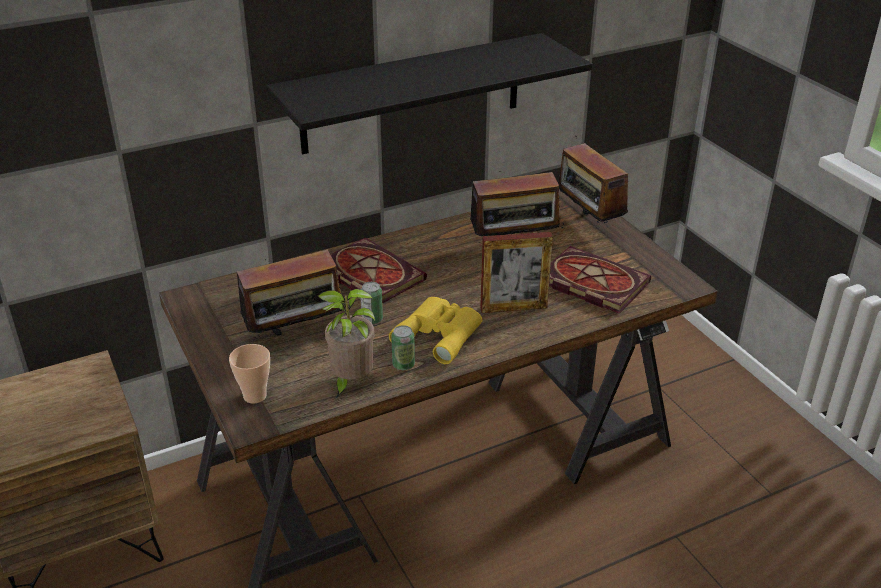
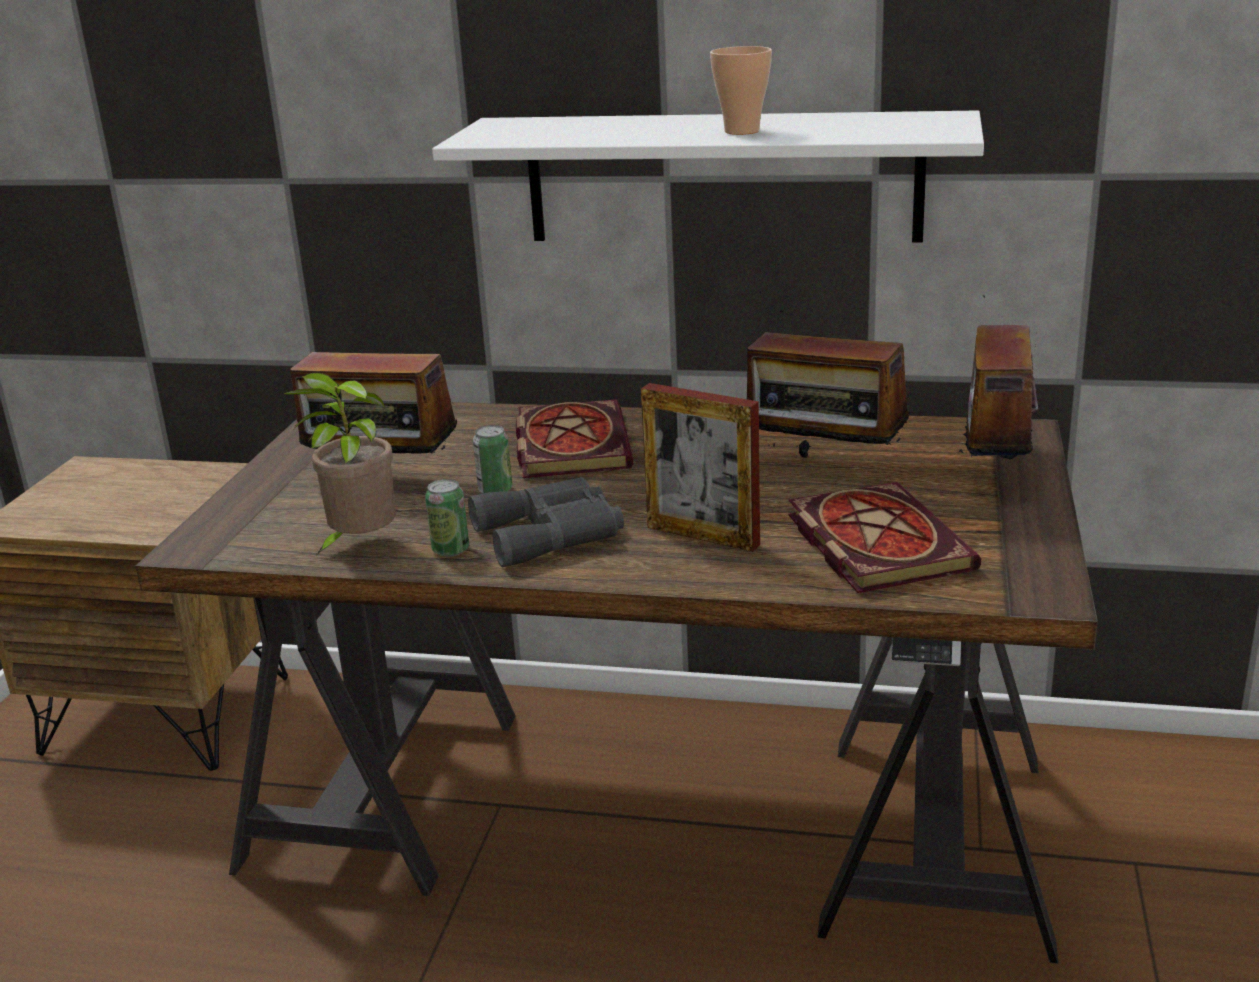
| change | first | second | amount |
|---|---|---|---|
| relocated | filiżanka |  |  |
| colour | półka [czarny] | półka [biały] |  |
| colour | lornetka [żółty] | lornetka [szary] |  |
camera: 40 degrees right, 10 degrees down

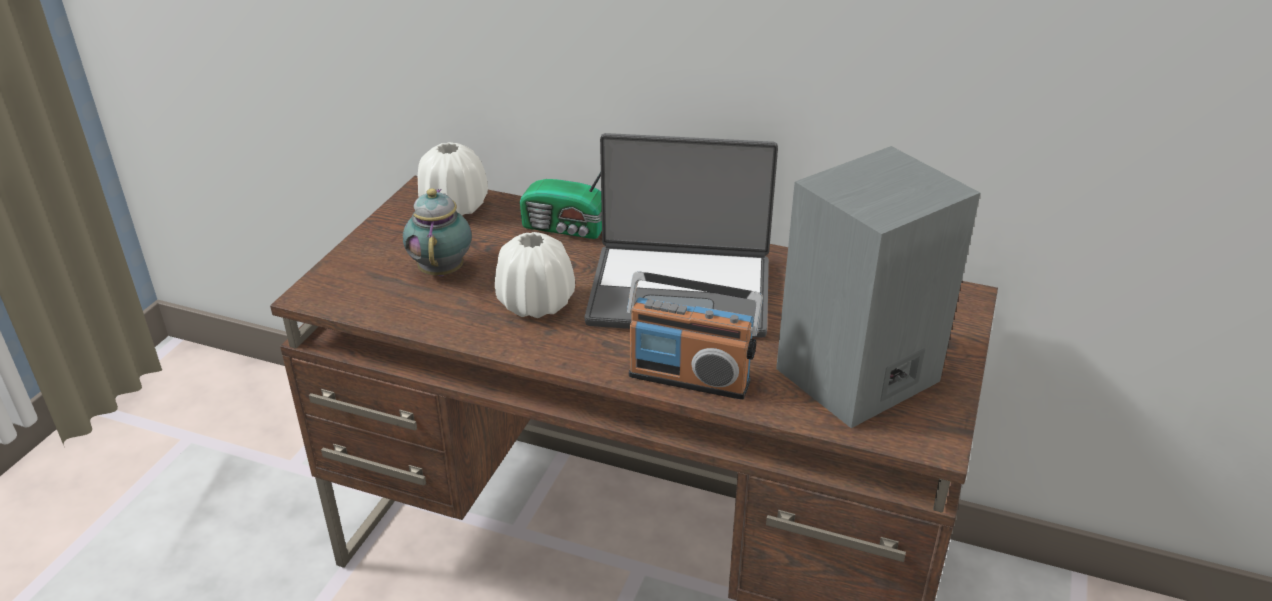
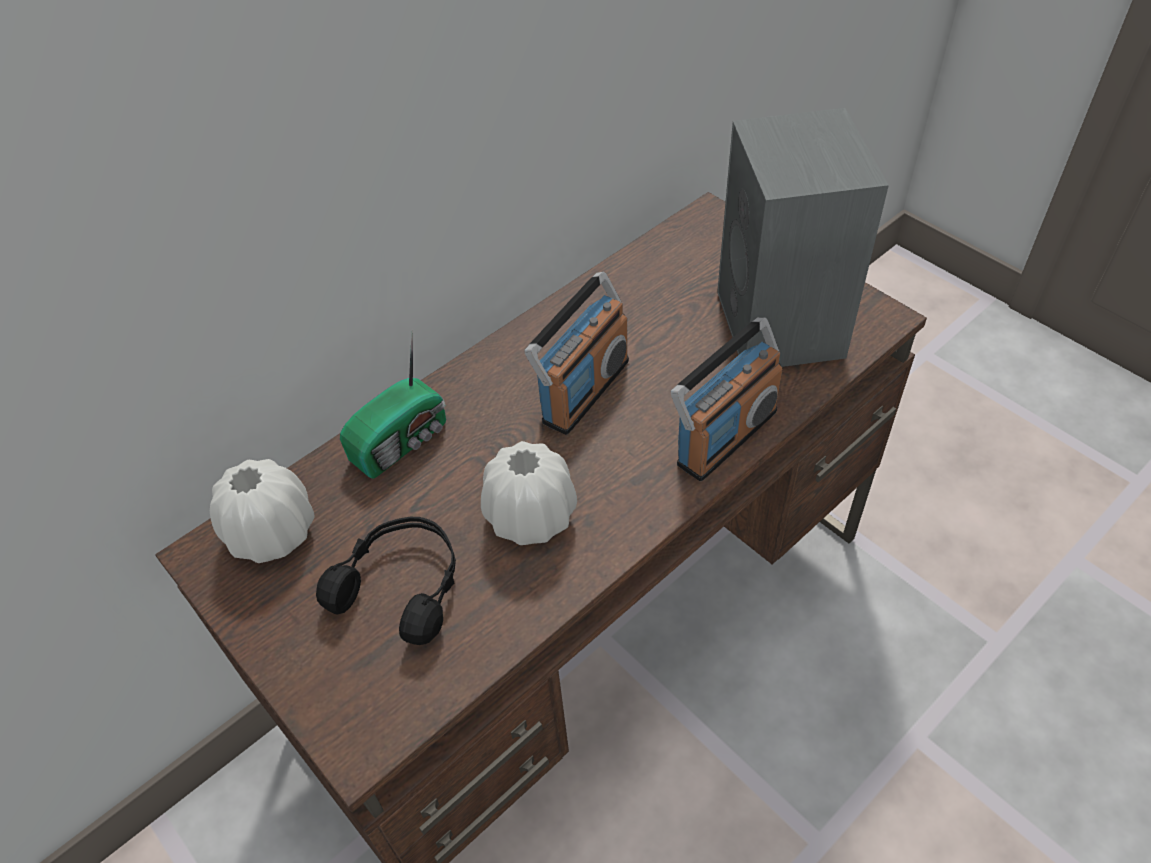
| change | first | second | amount |
|---|---|---|---|
| exchanged | imbryk | słuchawki [czarny] |  |
| exchanged | laptop | radio (no. 2 from left) |  |
camera: 60 degrees left, 15 degrees up

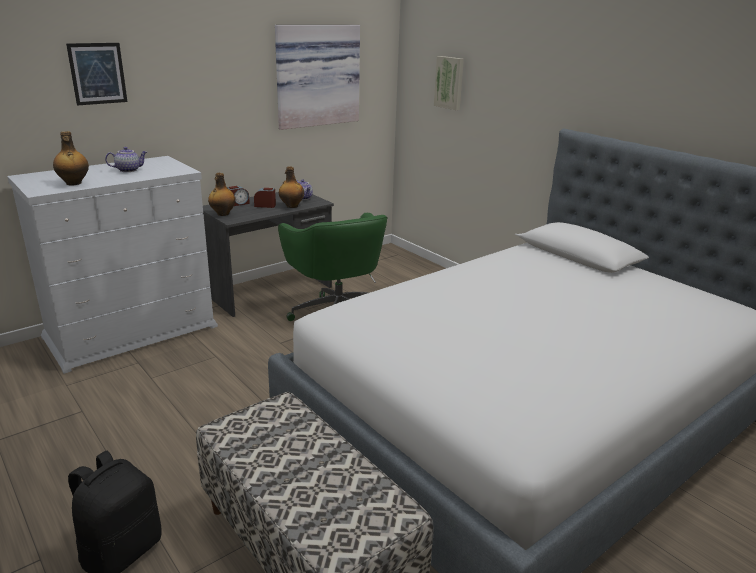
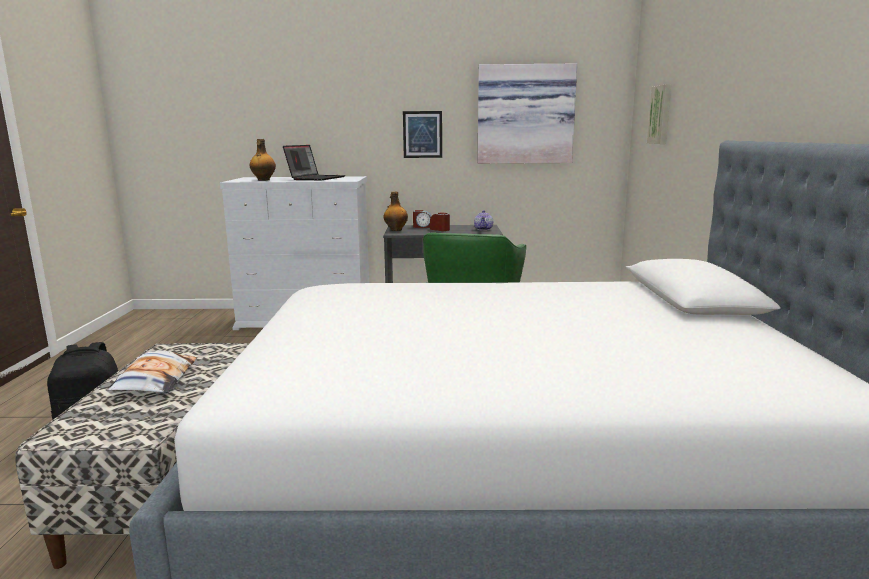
| change | first | second | amount |
|---|---|---|---|
| relocated | obraz (no. 1 from left) |  |  |
| exchanged | imbryk (no. 1 from left) | laptop |  |
| missing | butelka (no. 3 from left) |  |  |
| appeared |  | poduszka |  |
camera: 40 degrees right, 10 degrees down

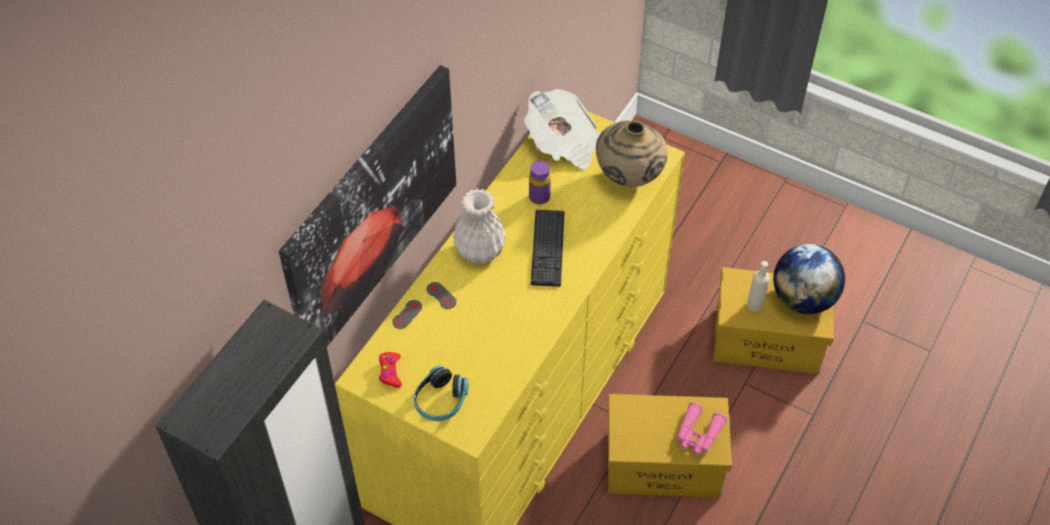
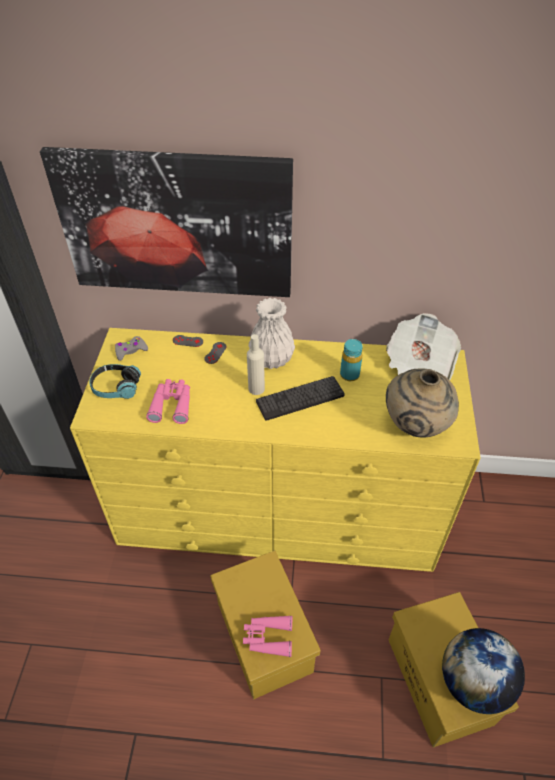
| change | first | second | amount |
|---|---|---|---|
| colour | pad do gier [czerwony] | pad do gier [szary] (no. 1 from left) |  |
| colour | butelka [fioletowy] | butelka [turkusowy] |  |
| relocated | butelka [beżowy] |  |  |
| appeared |  | lornetka [różowy] (no. 1 from left) |  |
camera: 65 degrees right, 5 degrees down

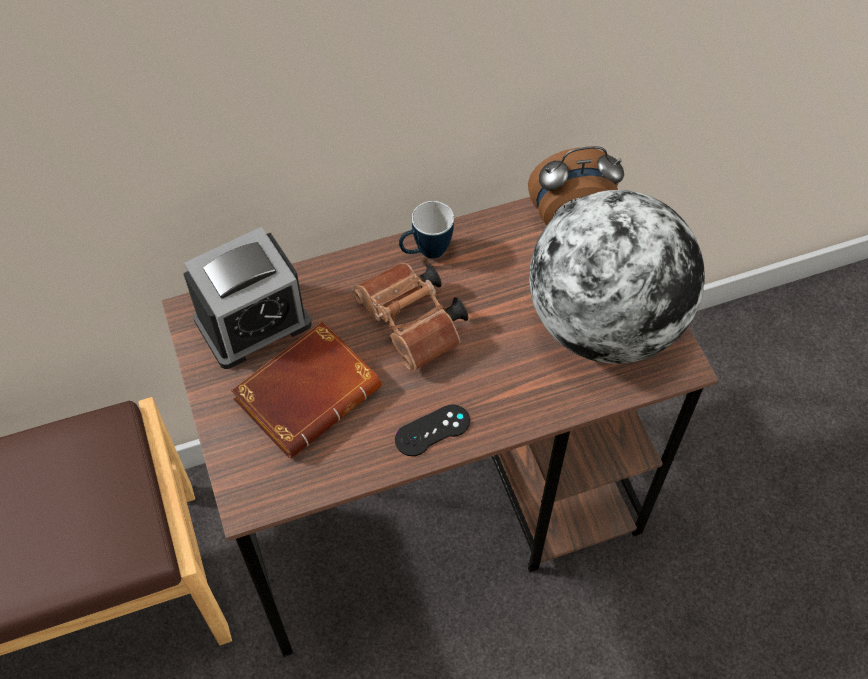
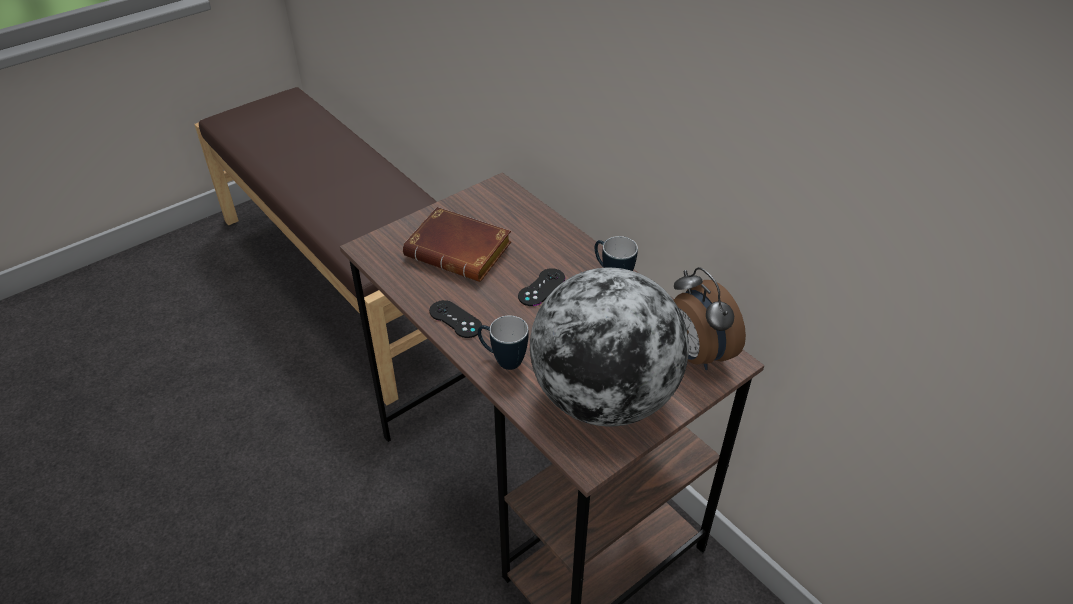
| change | first | second | amount |
|---|---|---|---|
| missing | budzik (no. 1 from left) |  |  |
| exchanged | lornetka [brązowy] | pad do gier [czarny] (no. 2 from left) |  |
| appeared |  | kubek (no. 1 from left) |  |
camera: 70 degrees right, 15 degrees down

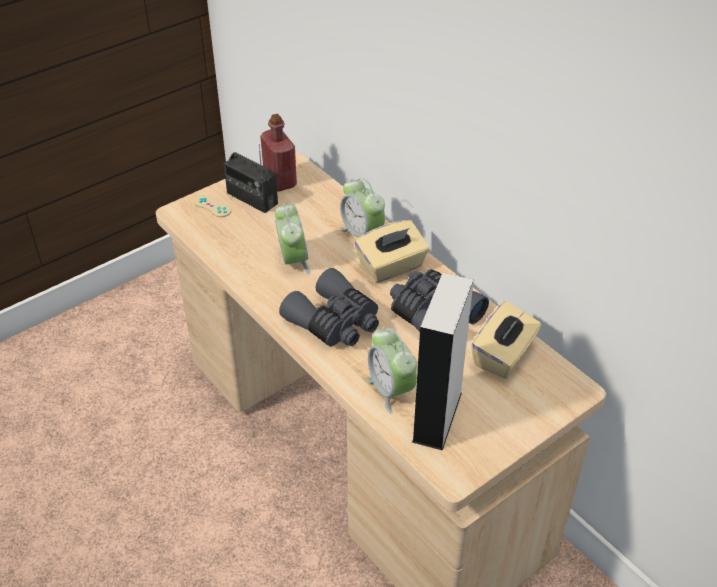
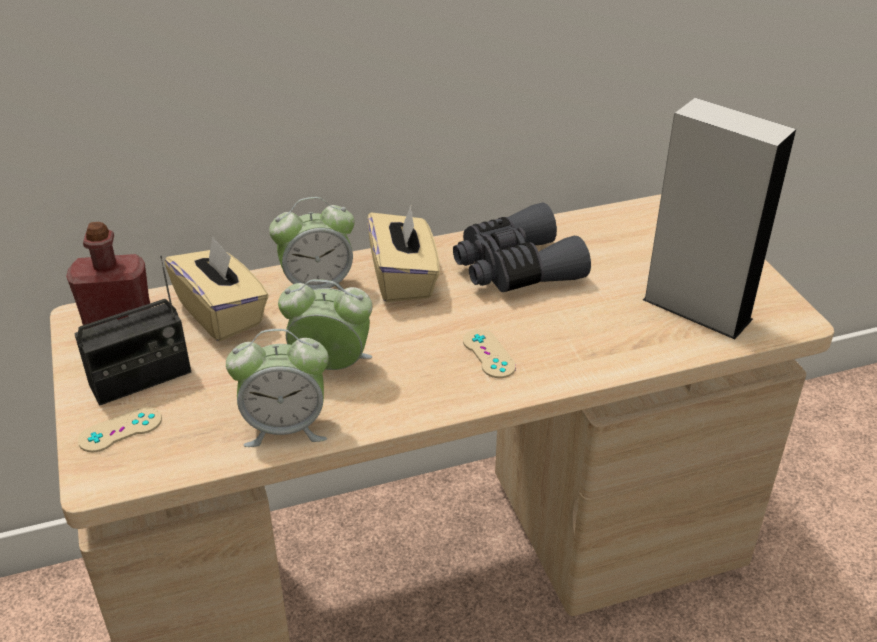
| change | first | second | amount |
|---|---|---|---|
| exchanged | lornetka [szary] (no. 1 from left) | pad do gier [beżowy] (no. 2 from left) |  |
| relocated | budzik (no. 3 from left in the first image) | budzik (no. 1 from left) |  |
| relocated | pudełko chusteczek [beżowy] (no. 2 from left in the first image) | pudełko chusteczek [beżowy] (no. 1 from left) |  |
camera: 70 degrees left, 5 degrees down

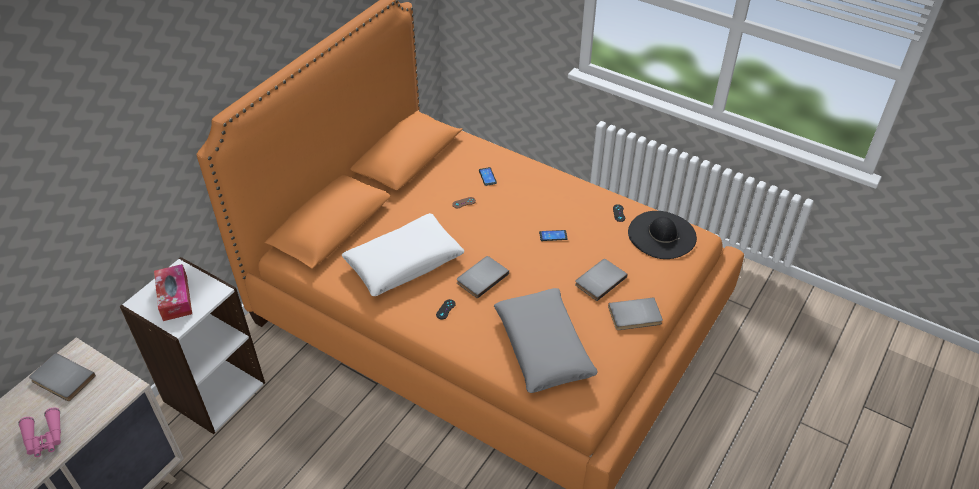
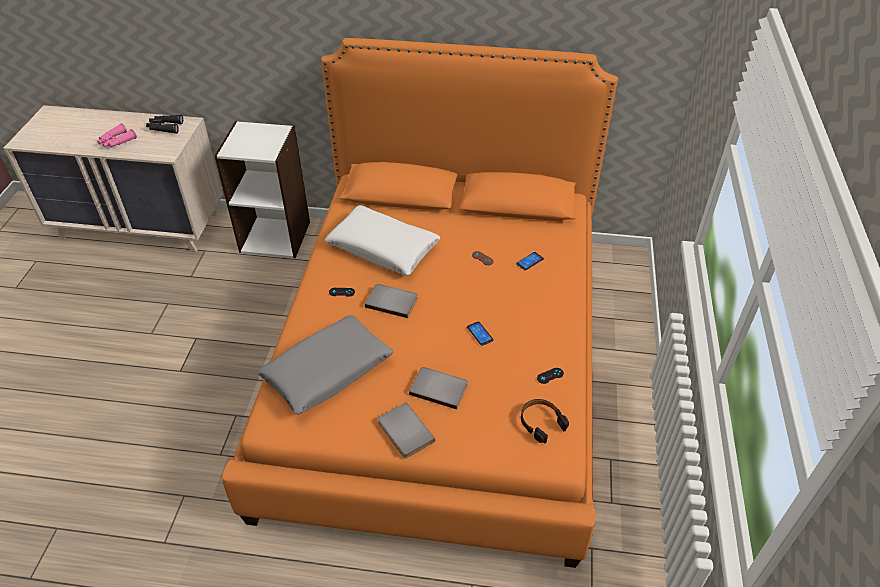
| change | first | second | amount |
|---|---|---|---|
| exchanged | książka [szary] (no. 1 from left) | lornetka [czarny] |  |
| missing | pudełko chusteczek |  |  |
| exchanged | kapelusz [czarny] | słuchawki [czarny] |  |
camera: 65 degrees right, 0 degrees up

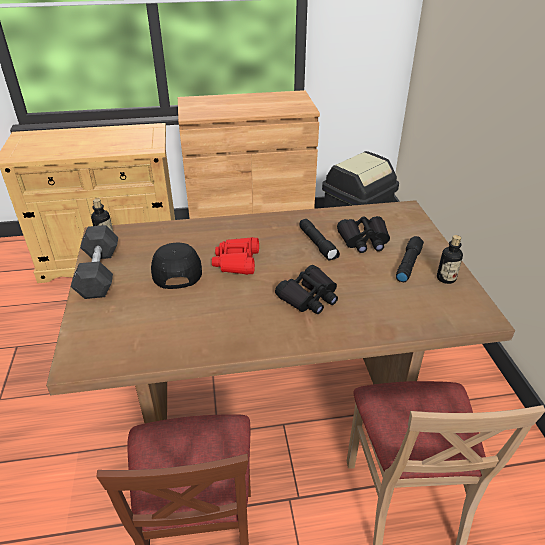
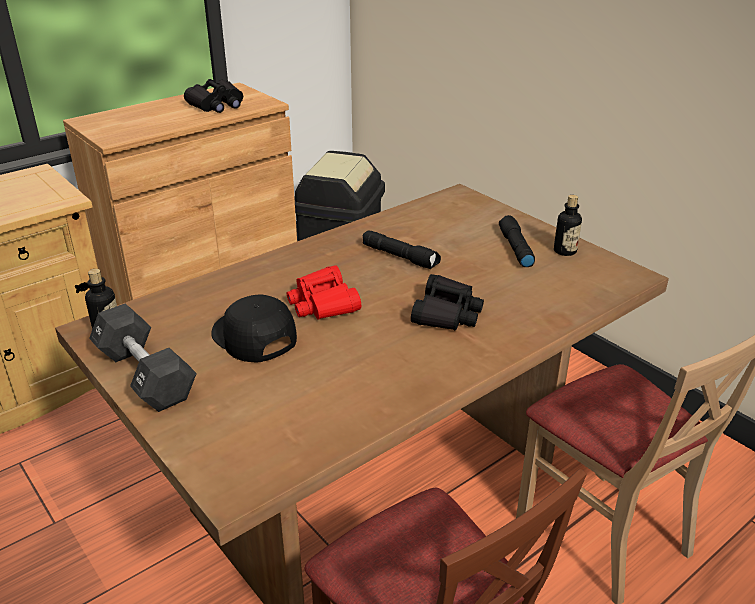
| change | first | second | amount |
|---|---|---|---|
| relocated | lornetka [czarny] (no. 2 from left in the first image) | lornetka [czarny] (no. 1 from left) |  |
camera: 30 degrees left, 5 degrees down

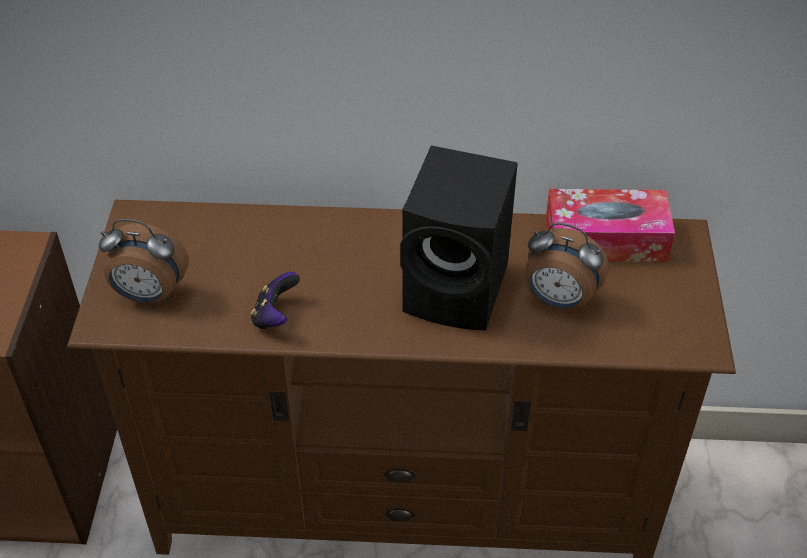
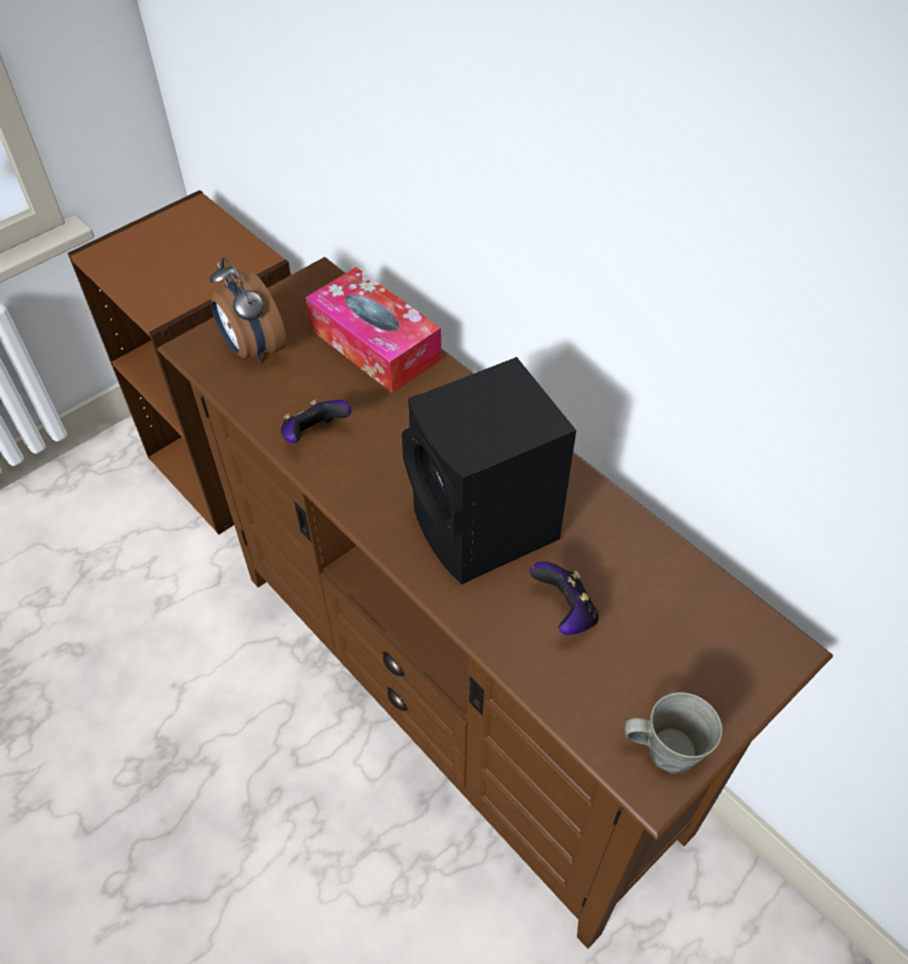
| change | first | second | amount |
|---|---|---|---|
| exchanged | budzik (no. 2 from left) | pad do gier (no. 2 from left) |  |
| relocated | pudełko chusteczek |  |  |
| appeared |  | kubek [szary] |  |
camera: 45 degrees right, 5 degrees up

